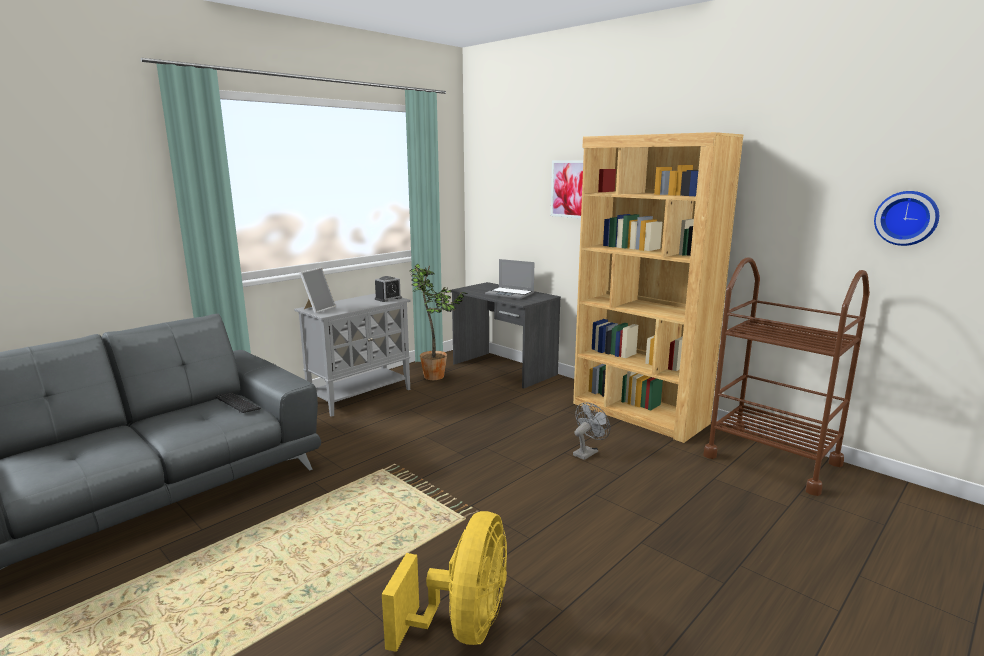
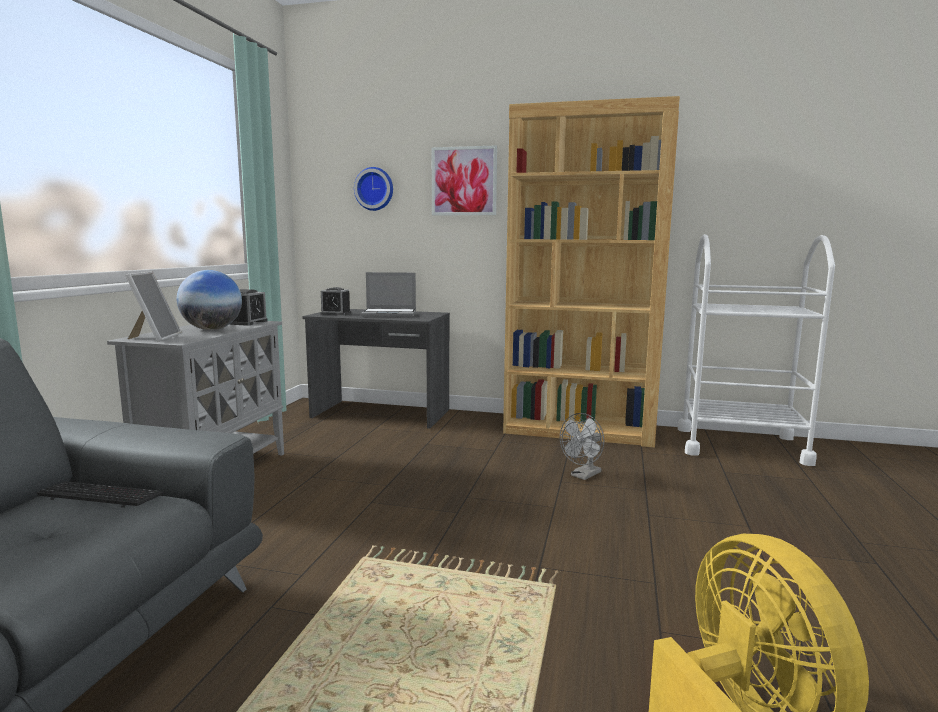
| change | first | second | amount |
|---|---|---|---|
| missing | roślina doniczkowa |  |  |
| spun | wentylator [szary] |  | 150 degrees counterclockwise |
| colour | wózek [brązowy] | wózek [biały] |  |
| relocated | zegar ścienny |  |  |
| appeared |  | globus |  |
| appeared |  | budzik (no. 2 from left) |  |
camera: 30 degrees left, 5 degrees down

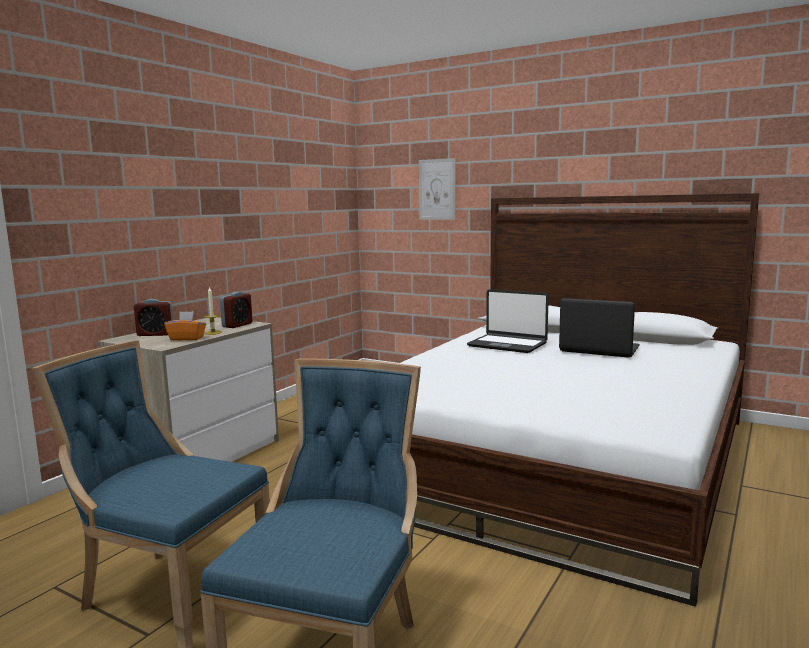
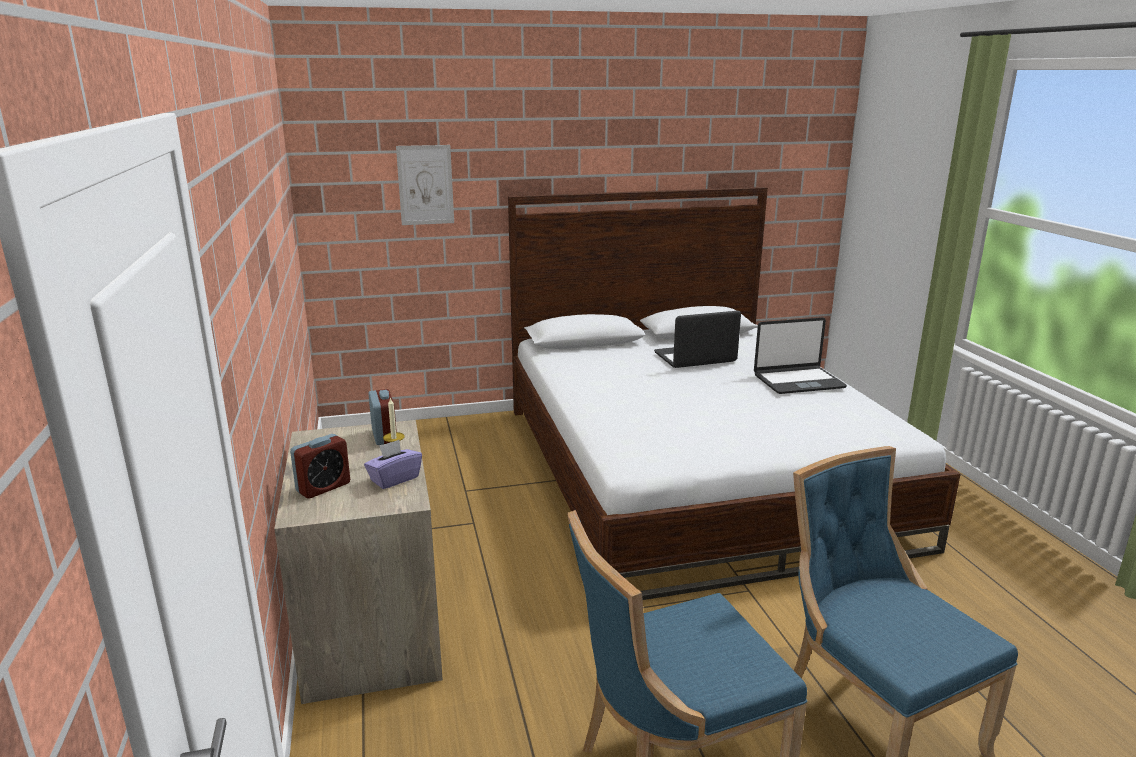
| change | first | second | amount |
|---|---|---|---|
| colour | pudełko chusteczek [pomarańczowy] | pudełko chusteczek [fioletowy] |  |
| relocated | laptop (no. 1 from left in the first image) | laptop (no. 2 from left) |  |
camera: 45 degrees left, 10 degrees up

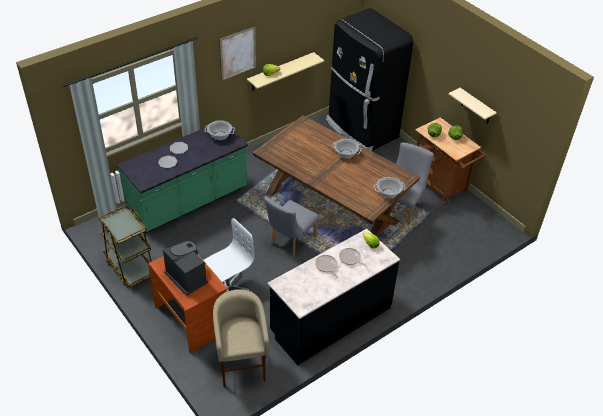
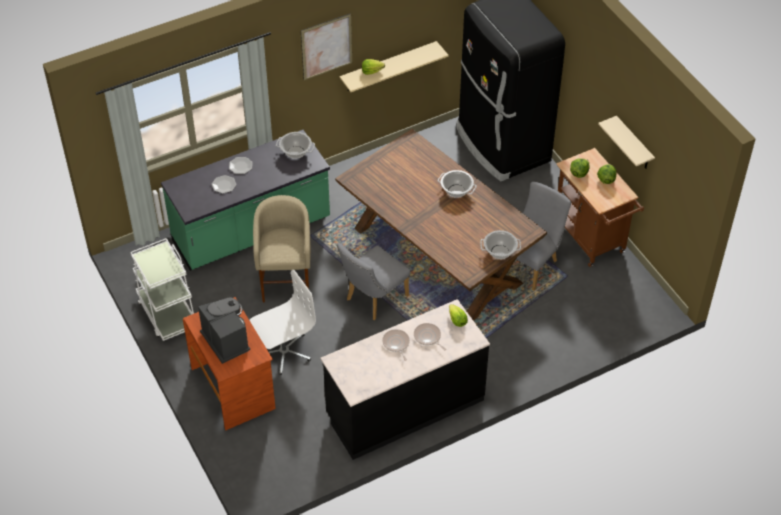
| change | first | second | amount |
|---|---|---|---|
| colour | wózek [brązowy] (no. 1 from left) | wózek [biały] |  |
| relocated | stołek [beżowy] |  |  |
camera: 10 degrees right, 5 degrees up

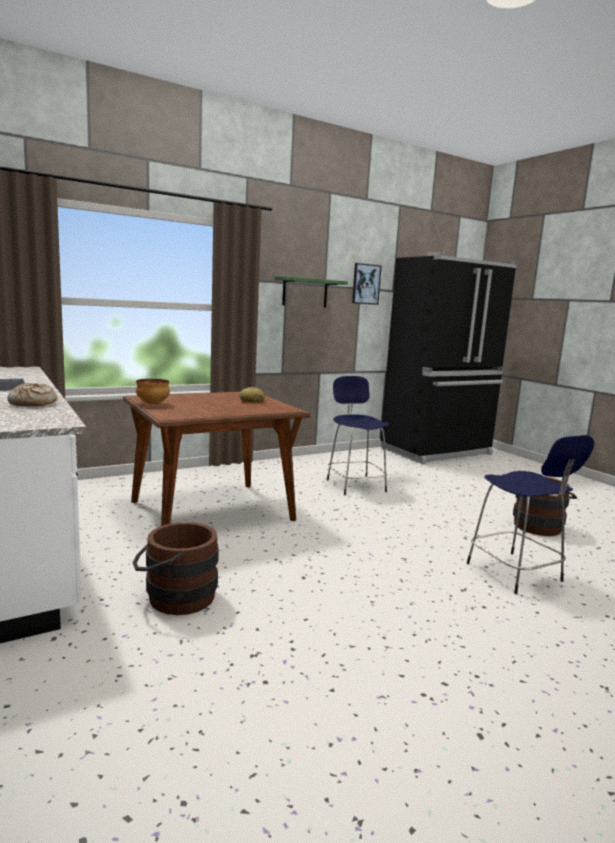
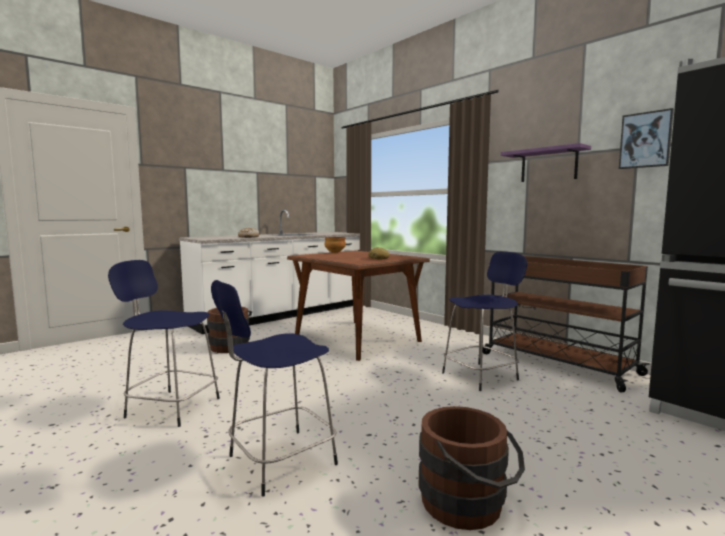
| change | first | second | amount |
|---|---|---|---|
| colour | półka [zielony] | półka [fioletowy] |  |
| appeared |  | stołek [niebieski] (no. 1 from left) |  |
| appeared |  | wózek [brązowy] |  |
camera: 80 degrees right, 5 degrees down

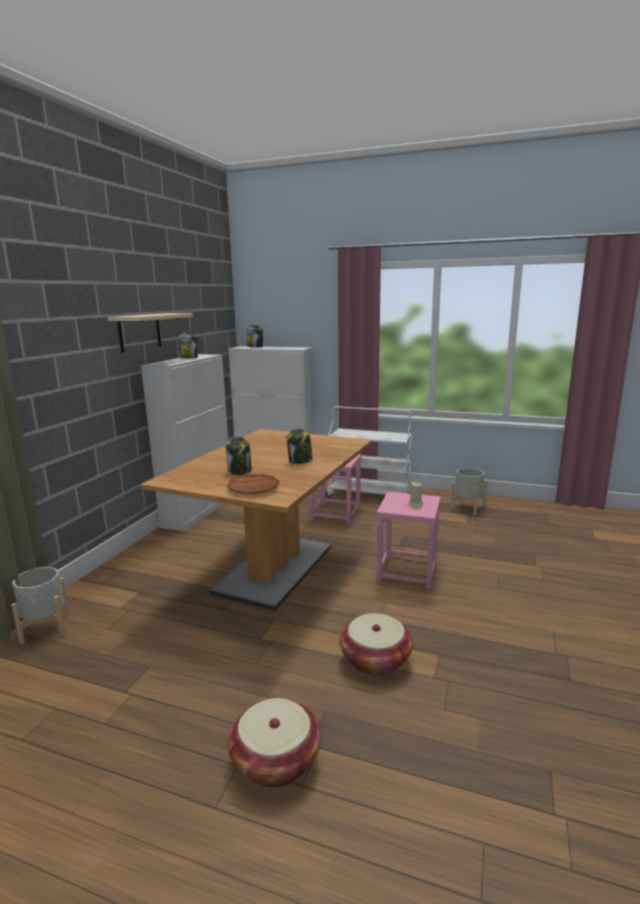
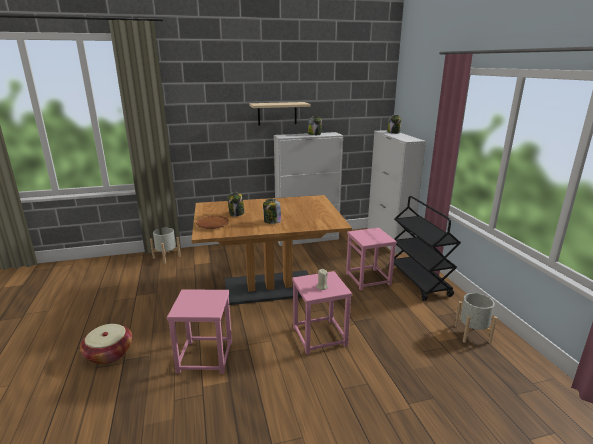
| change | first | second | amount |
|---|---|---|---|
| colour | wózek [biały] | wózek [czarny] |  |
| exchanged | koszyk (no. 2 from left) | stołek [różowy] (no. 1 from left) |  |
camera: 55 degrees right, 5 degrees up

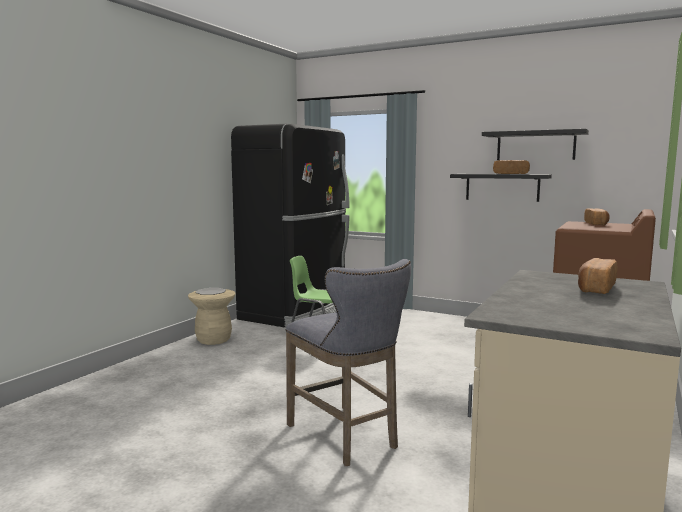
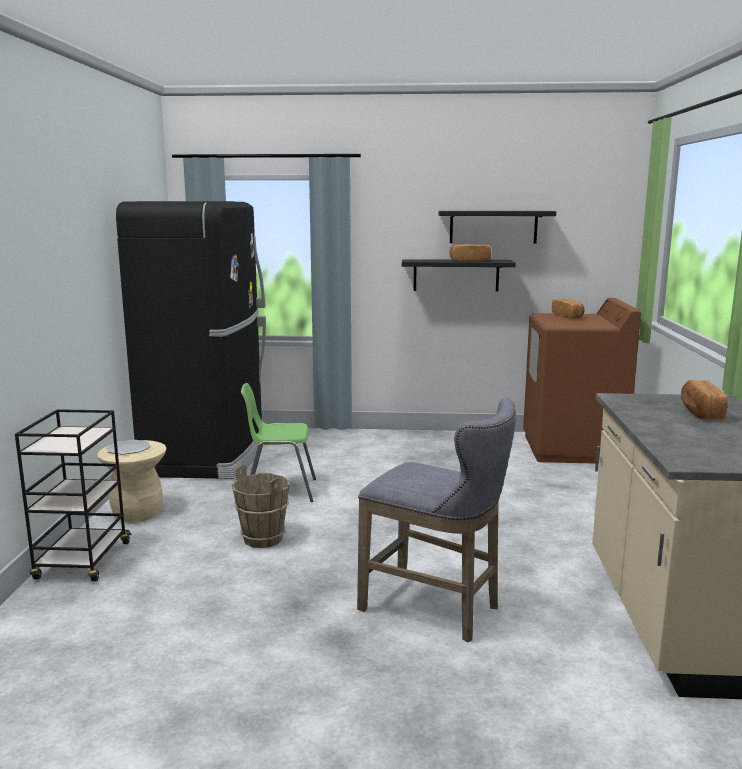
| change | first | second | amount |
|---|---|---|---|
| appeared |  | wózek [czarny] |  |
| appeared |  | wiadro [brązowy] |  |
camera: 25 degrees left, 5 degrees up

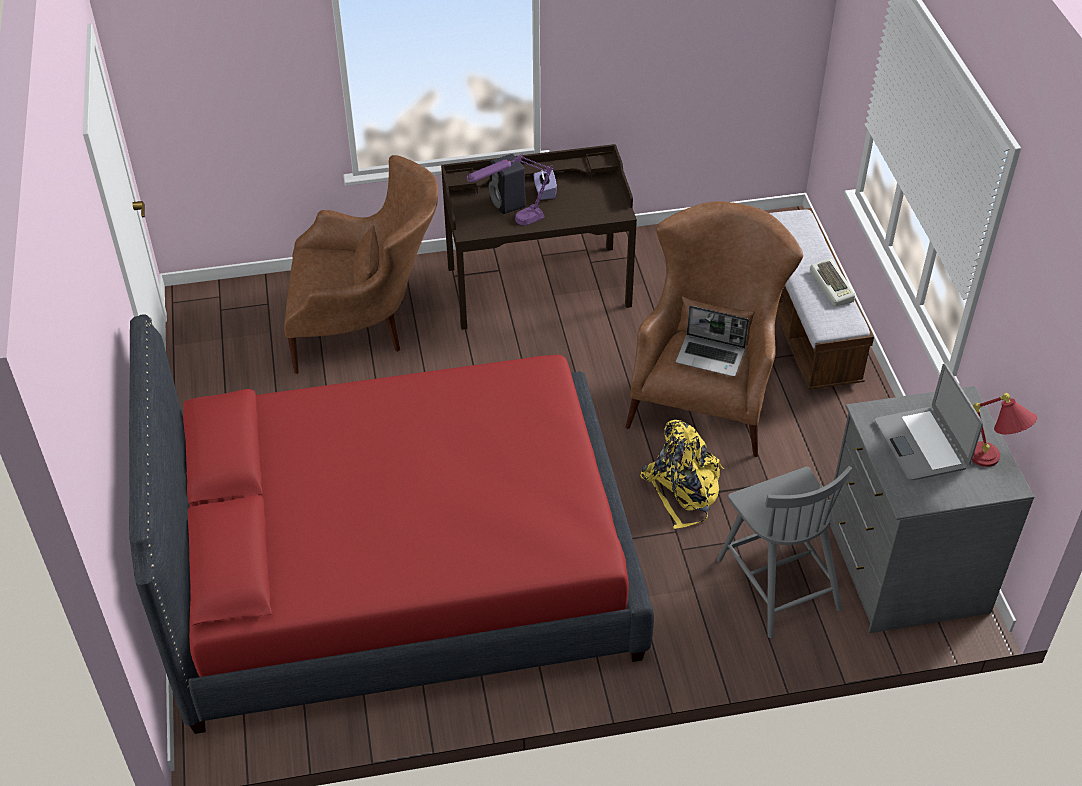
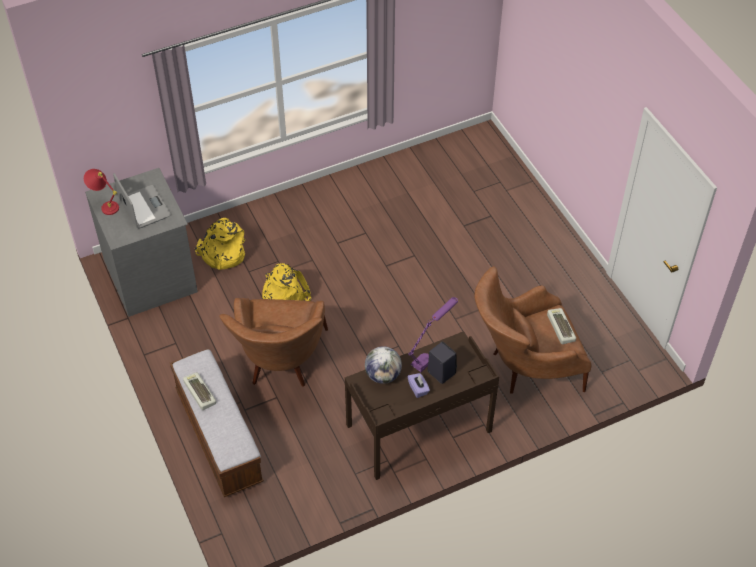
| change | first | second | amount |
|---|---|---|---|
| missing | łóżko [czerwony] |  |  |
| missing | laptop (no. 1 from left) |  |  |
| exchanged | krzesło [szary] | plecak [żółty] (no. 1 from left) |  |
| appeared |  | globus |  |
| appeared |  | klawiatura (no. 2 from left) |  |
camera: 165 degrees right, 5 degrees up

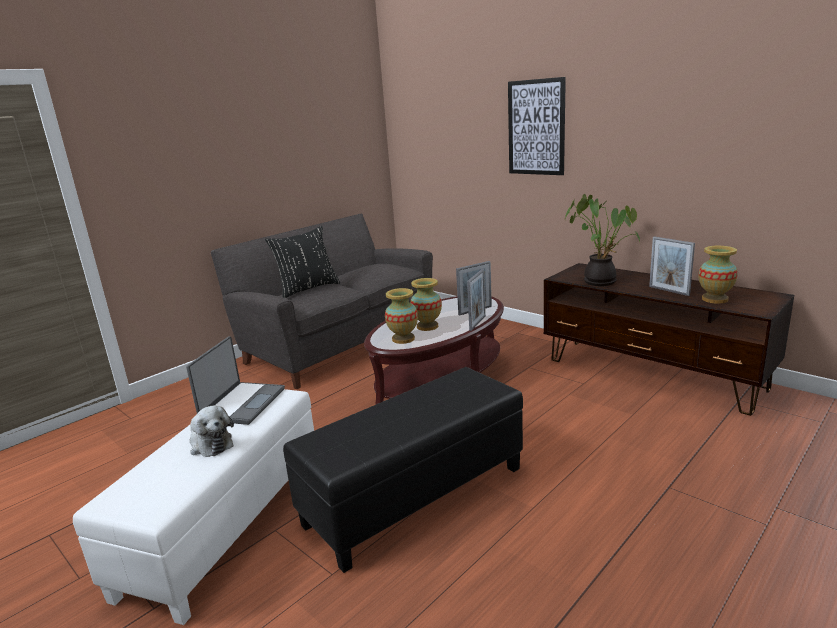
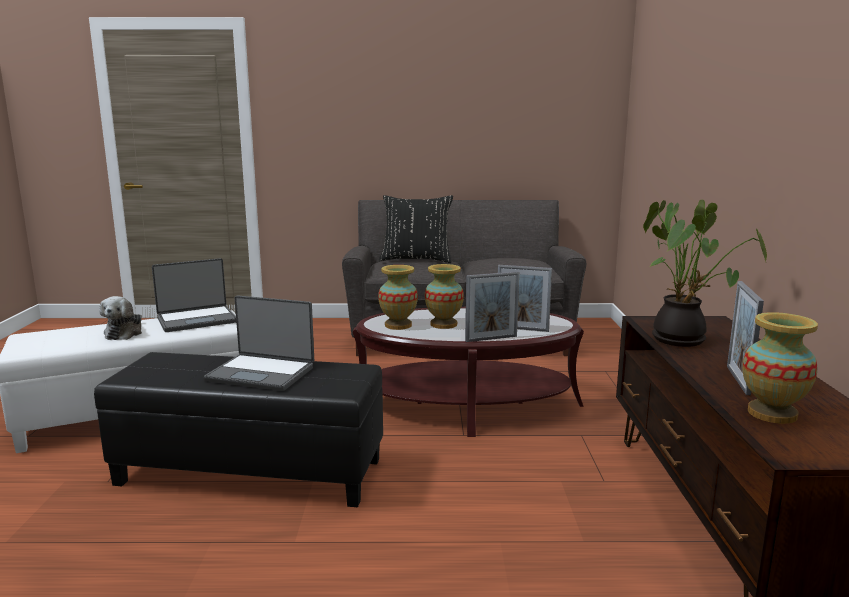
| change | first | second | amount |
|---|---|---|---|
| missing | obraz |  |  |
| appeared |  | laptop (no. 2 from left) |  |
camera: 45 degrees right, 5 degrees down

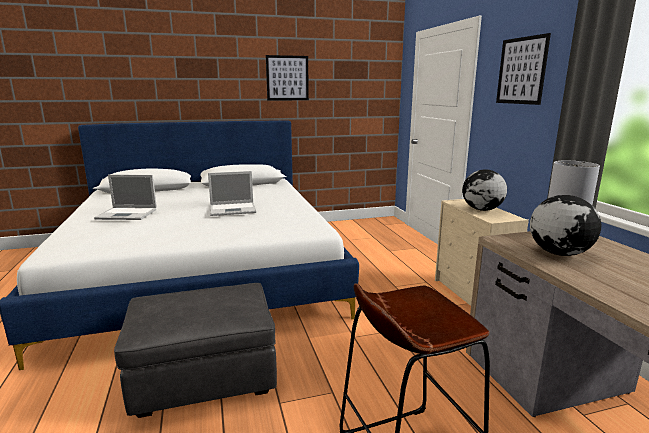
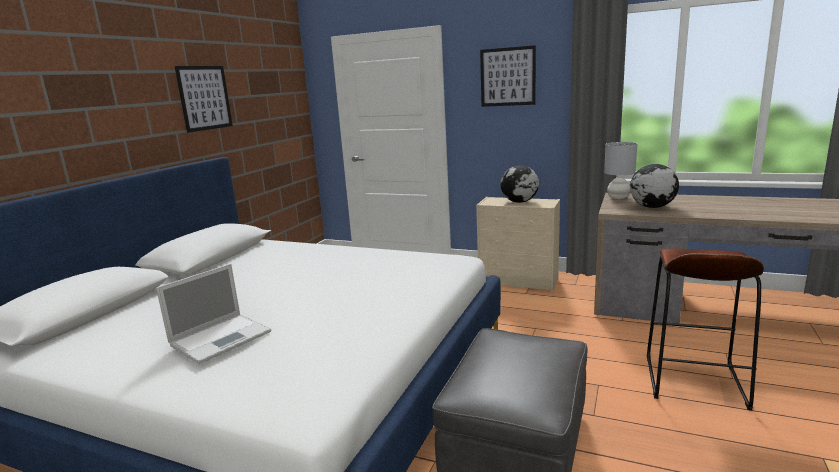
| change | first | second | amount |
|---|---|---|---|
| missing | laptop (no. 2 from left) |  |  |
camera: 50 degrees left, 0 degrees up

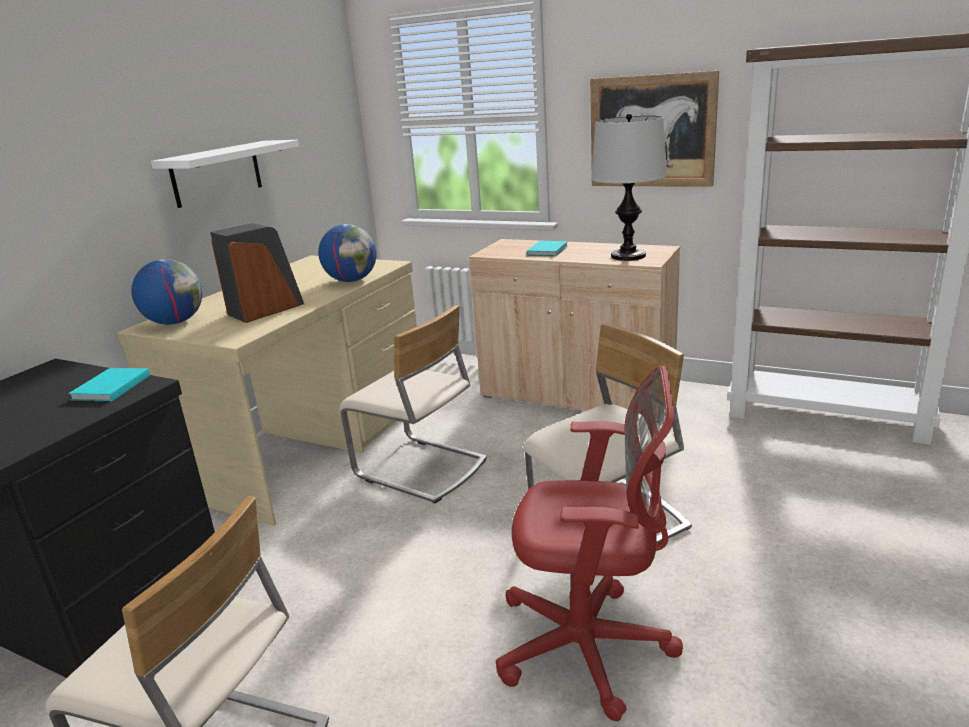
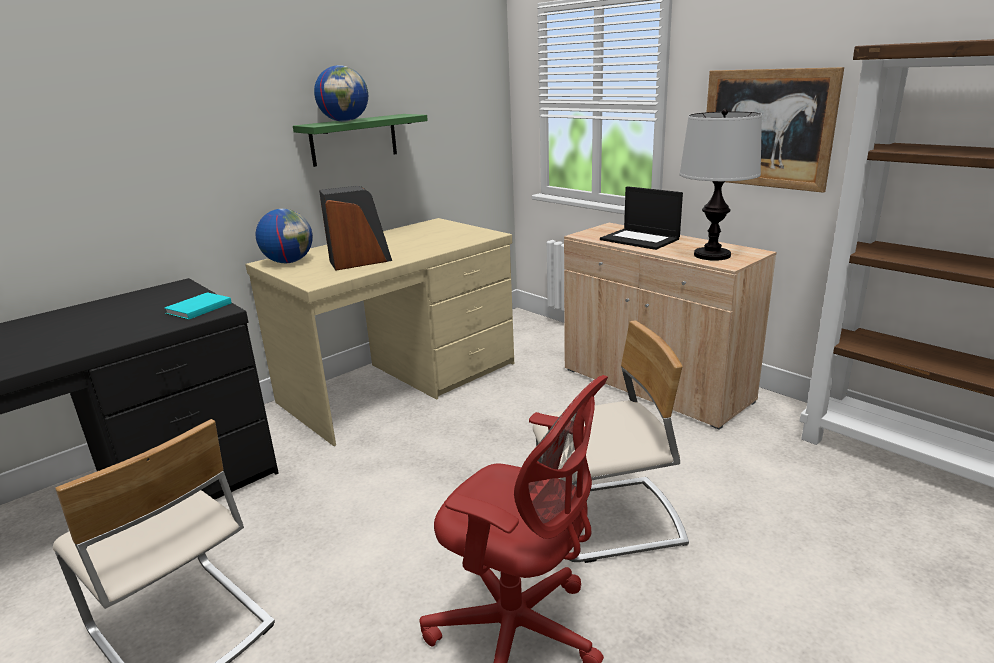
| change | first | second | amount |
|---|---|---|---|
| colour | półka [biały] | półka [zielony] |  |
| relocated | globus (no. 2 from left) |  |  |
| missing | krzesło [beżowy] (no. 2 from left) |  |  |
| exchanged | książka [turkusowy] (no. 2 from left) | laptop |  |
camera: 20 degrees right, 0 degrees up

